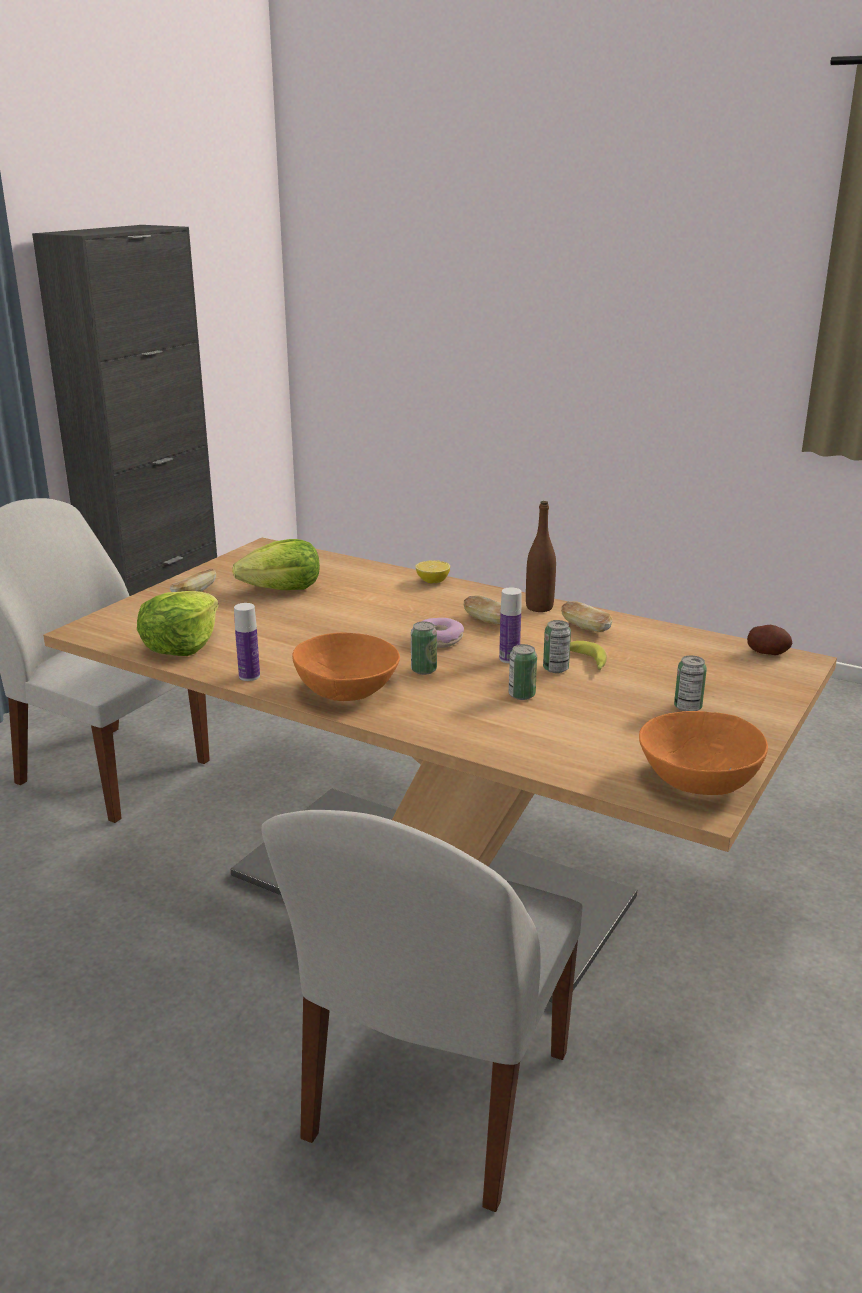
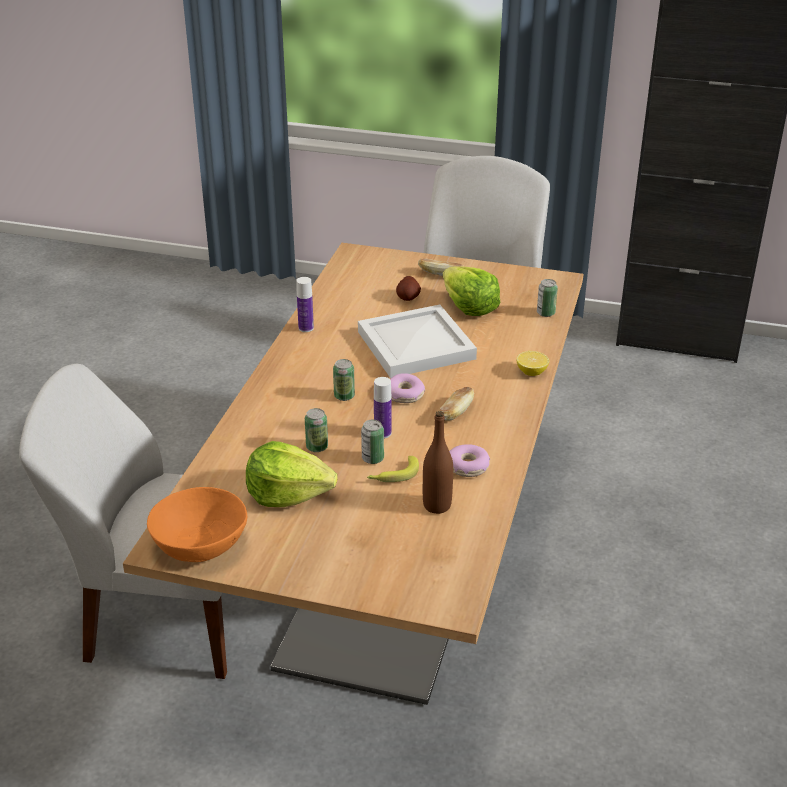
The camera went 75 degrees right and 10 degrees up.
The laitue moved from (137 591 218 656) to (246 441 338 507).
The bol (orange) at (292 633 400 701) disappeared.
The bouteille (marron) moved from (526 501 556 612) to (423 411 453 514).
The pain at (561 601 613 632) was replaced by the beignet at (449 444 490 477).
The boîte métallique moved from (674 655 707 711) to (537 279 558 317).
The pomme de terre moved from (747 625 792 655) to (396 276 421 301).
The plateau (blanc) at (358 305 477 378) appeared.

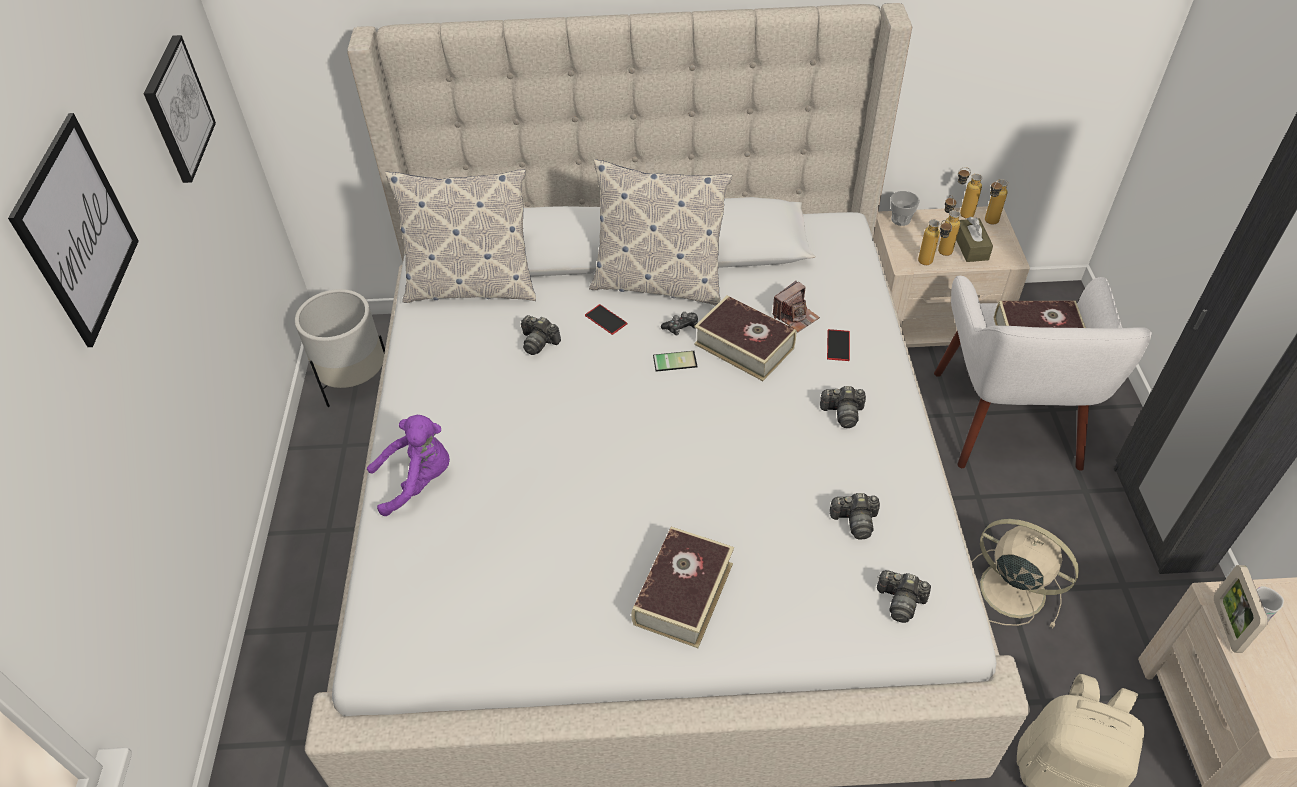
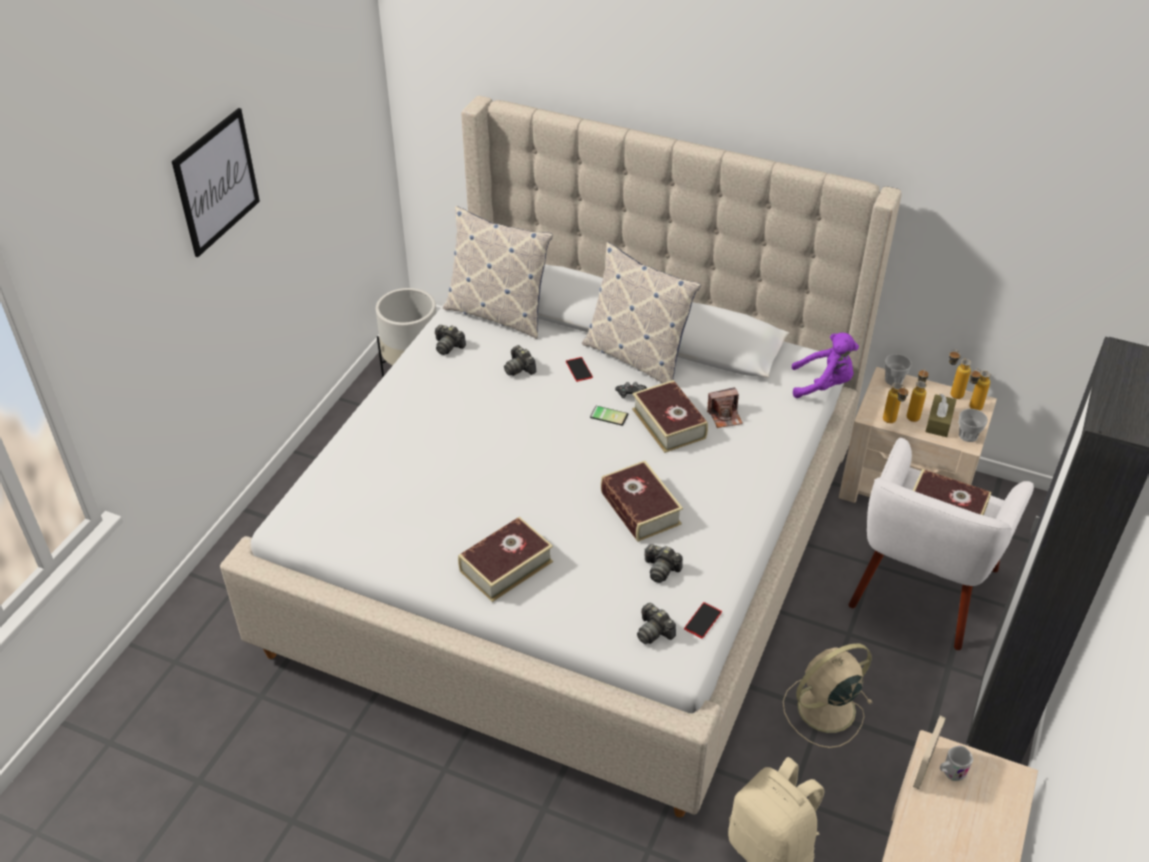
The camera went 25 degrees right and 5 degrees down.
The tableau at (143 35 216 183) disappeared.
The peluche (violet) moved from (367 415 450 516) to (791 333 859 398).
The appareil photo moved from (820 386 866 428) to (435 325 466 355).
The téléphone moved from (827 329 850 361) to (684 602 722 638).
The ventilateur (beige) at (972 519 1079 628) turned 90 degrees counterclockwise.
The livre at (601 461 683 542) appeared.
The tasse at (959 409 988 442) appeared.

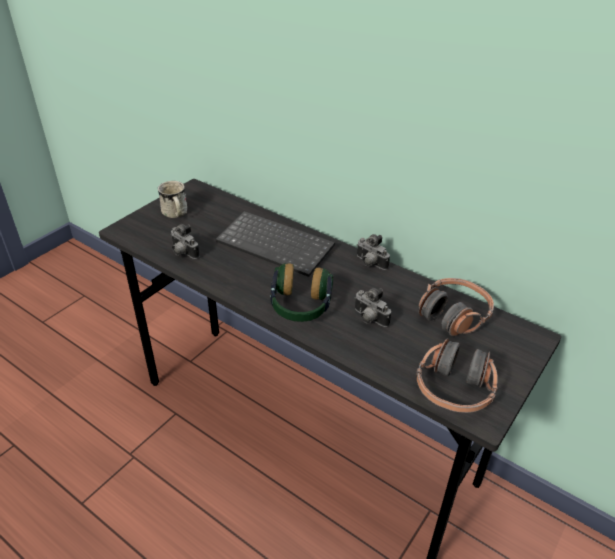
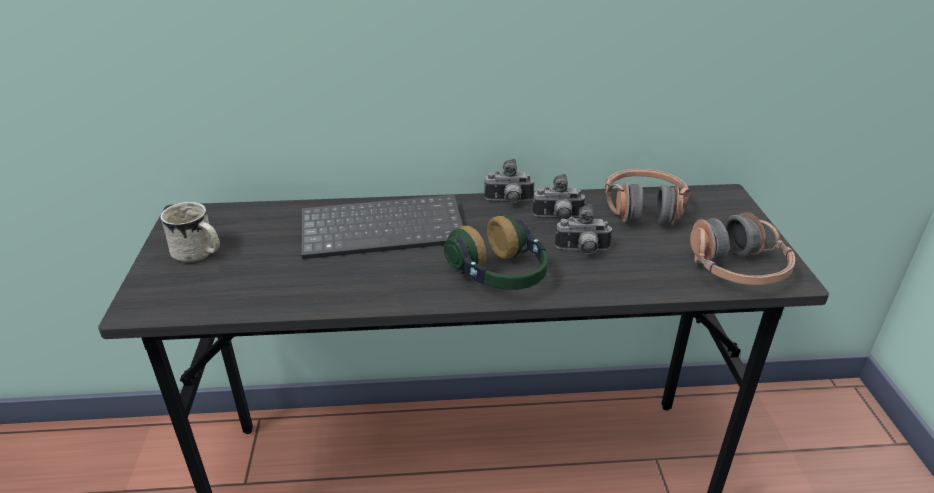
The camera went 40 degrees left and 5 degrees down.
The appareil photo moved from (171 224 200 259) to (533 174 586 220).

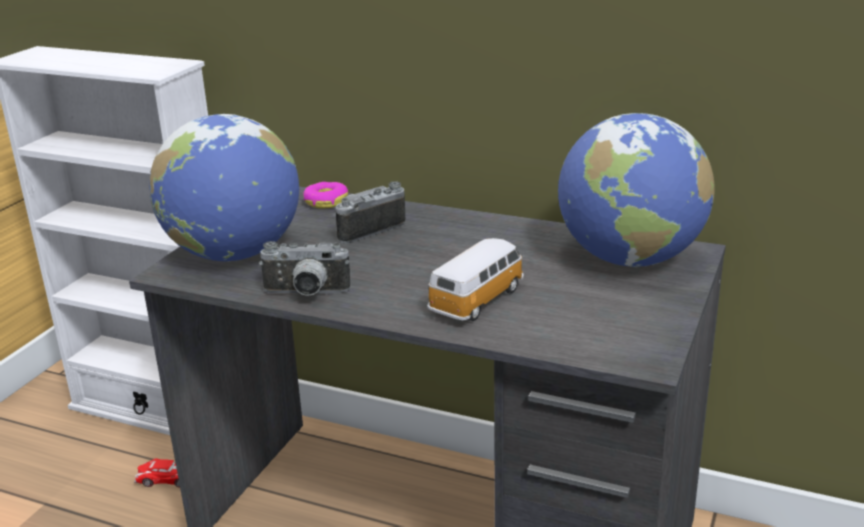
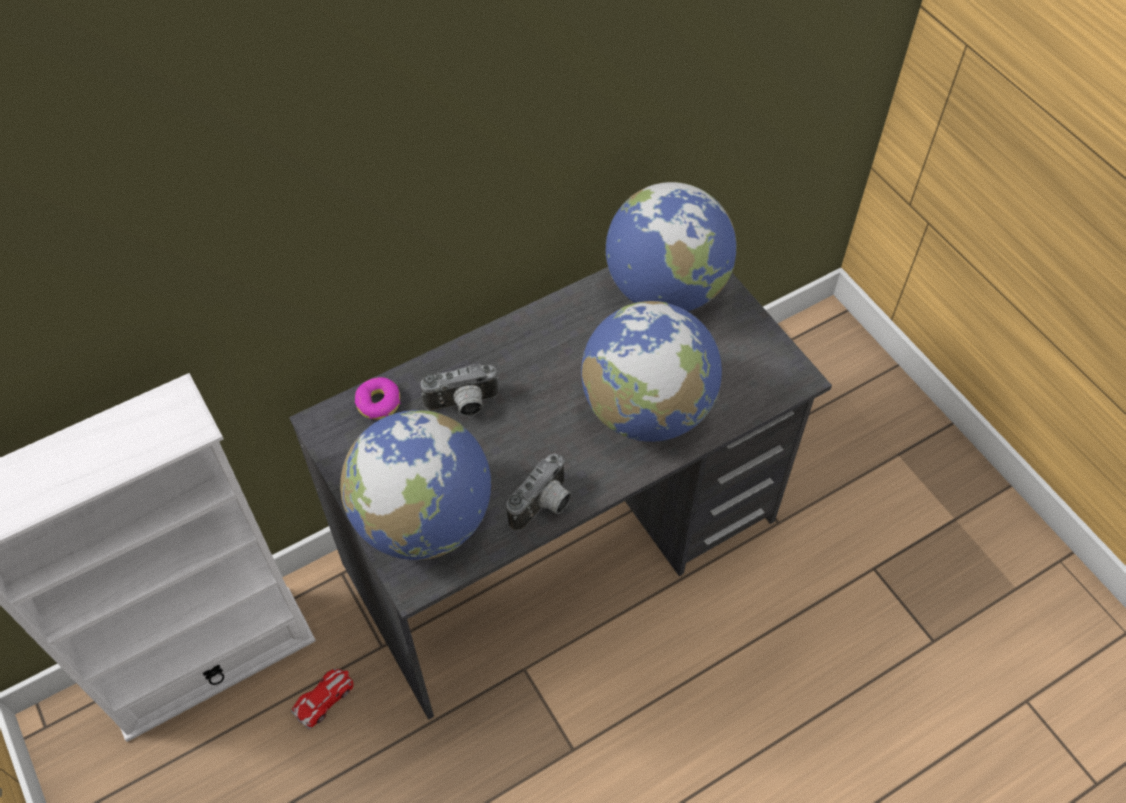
The camera went 55 degrees left and 30 degrees up.
The appareil photo at (333 181 405 244) turned 105 degrees counterclockwise.
The petite voiture at (427 238 524 321) was replaced by the globe at (581 301 722 442).

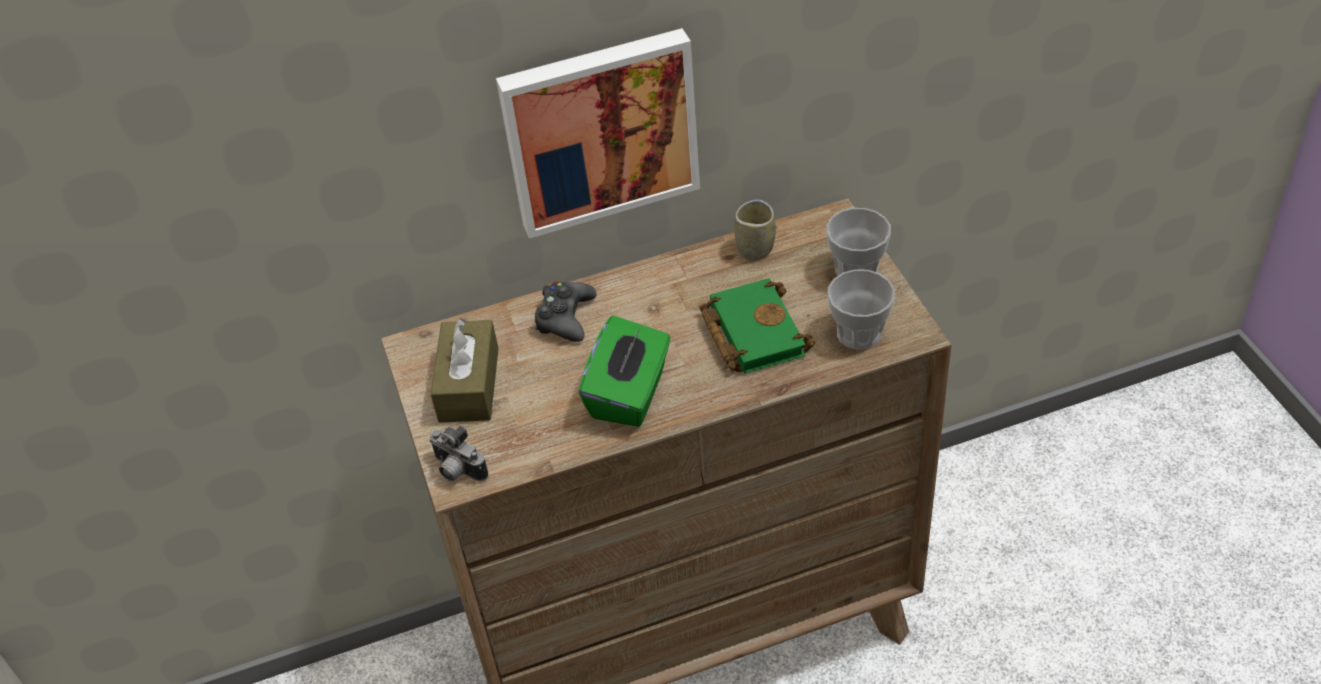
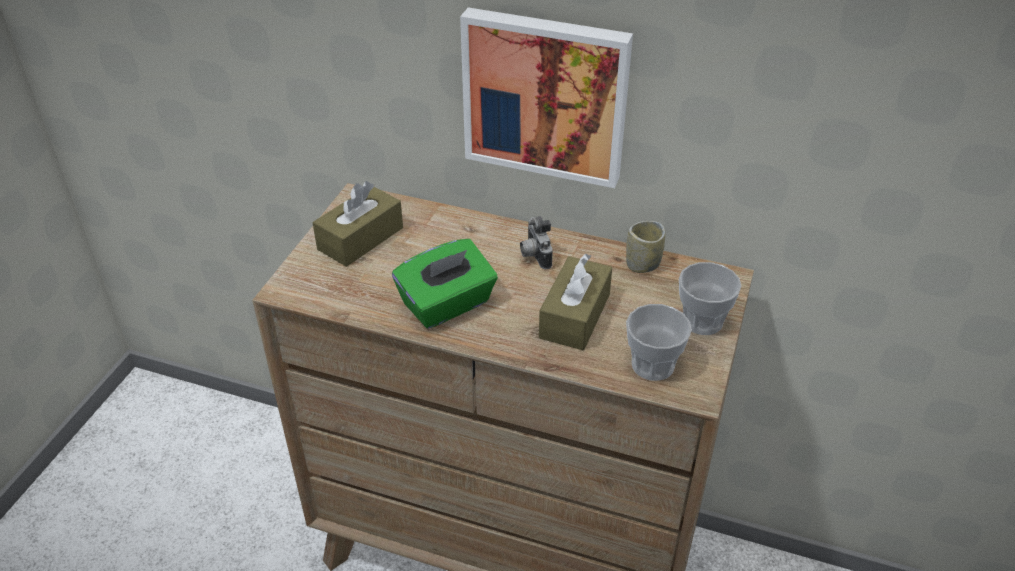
The camera went 35 degrees right and 5 degrees down.
The appareil photo moved from (430 426 489 482) to (520 216 553 269).
The manette (noir) at (535 281 597 342) disappeared.
The livre (vert) at (699 278 815 374) was replaced by the boîte à mouchoirs (marron) at (539 254 612 350).

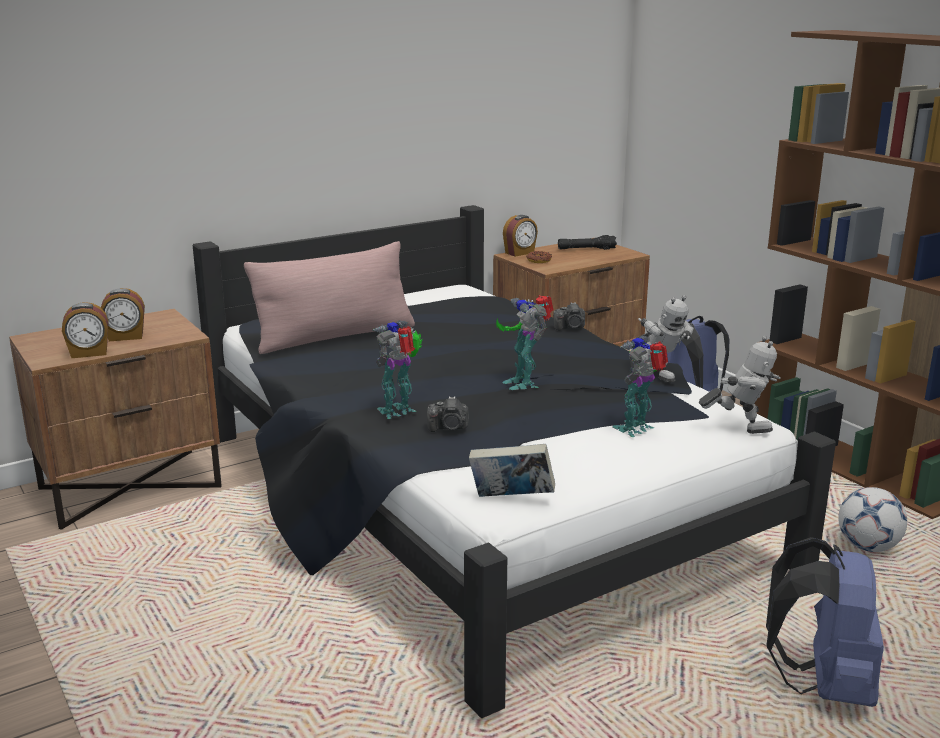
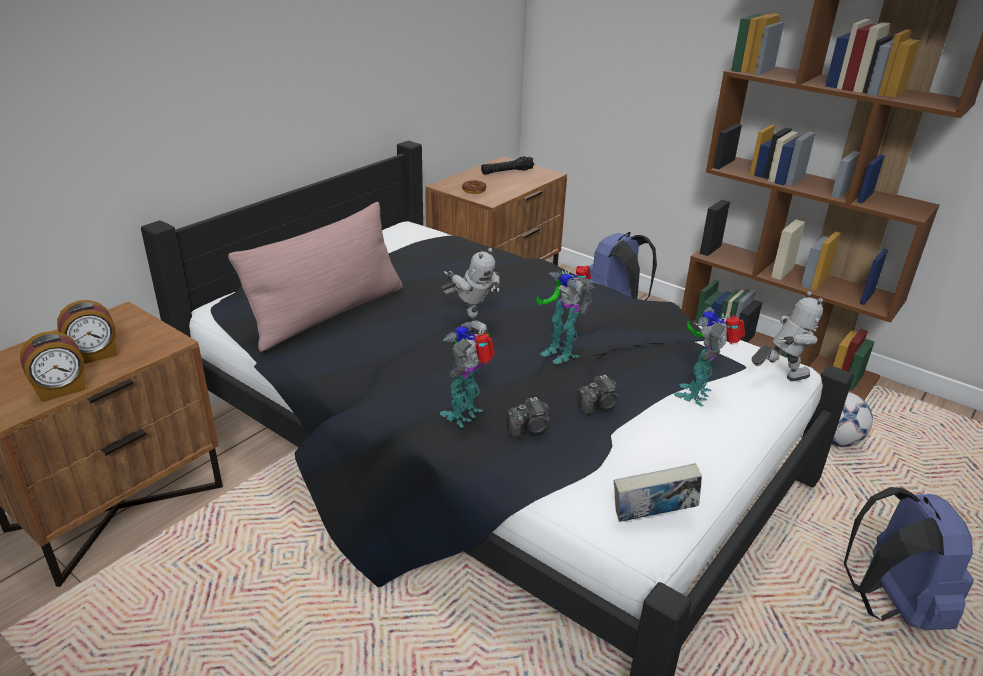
The camera went 20 degrees left and 10 degrees up.
The réveil at (503 215 538 257) disappeared.
The appareil photo moved from (553 302 585 331) to (577 375 619 415).
The robot jouet moved from (636 295 694 382) to (441 248 500 333).

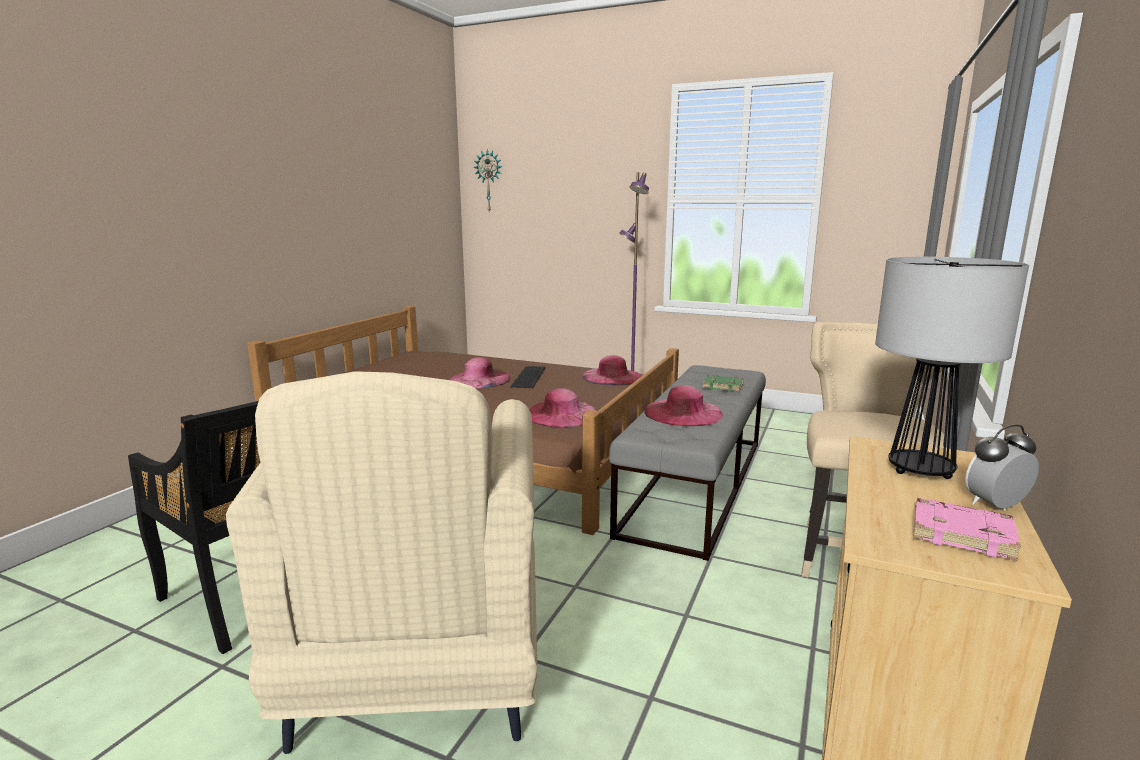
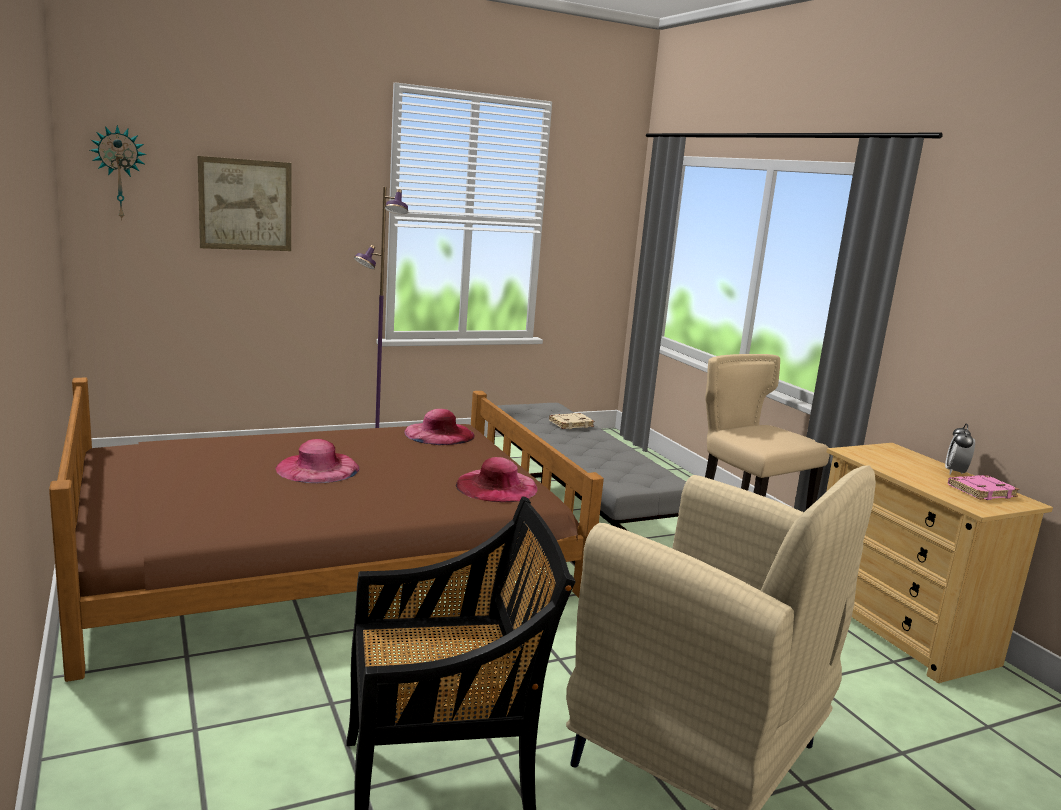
The camera went 50 degrees left and 0 degrees up.
The clavier at (511 366 546 388) disappeared.
The chapeau (rose) at (645 385 723 426) disappeared.
The livre (vert) at (702 375 743 392) became the livre (beige) at (549 413 594 429).
The lampe de table at (875 257 1029 479) disappeared.
The tableau at (197 156 291 251) appeared.

